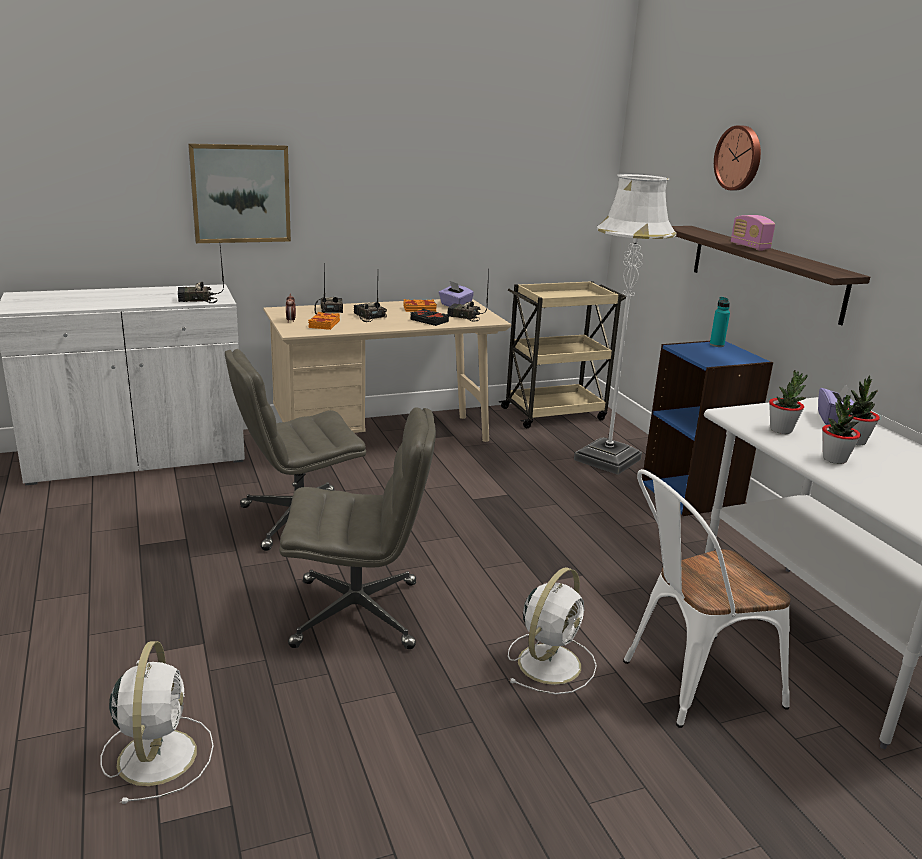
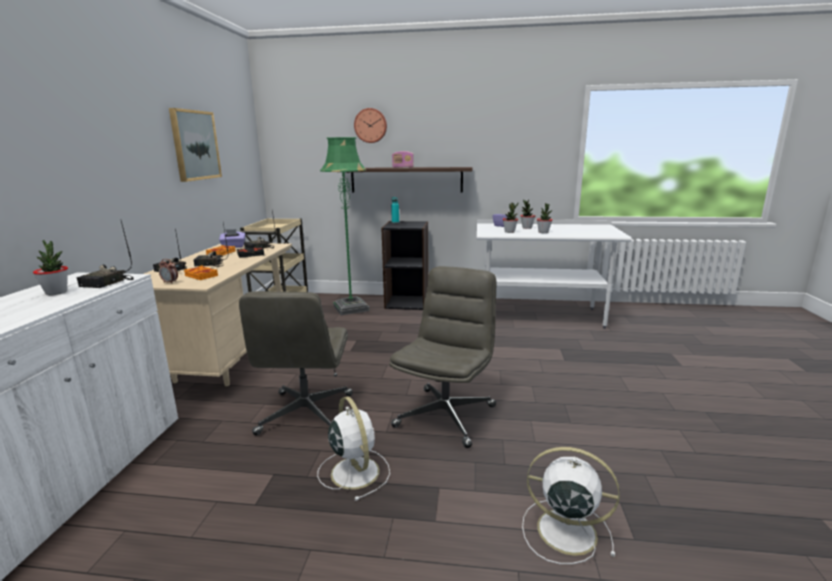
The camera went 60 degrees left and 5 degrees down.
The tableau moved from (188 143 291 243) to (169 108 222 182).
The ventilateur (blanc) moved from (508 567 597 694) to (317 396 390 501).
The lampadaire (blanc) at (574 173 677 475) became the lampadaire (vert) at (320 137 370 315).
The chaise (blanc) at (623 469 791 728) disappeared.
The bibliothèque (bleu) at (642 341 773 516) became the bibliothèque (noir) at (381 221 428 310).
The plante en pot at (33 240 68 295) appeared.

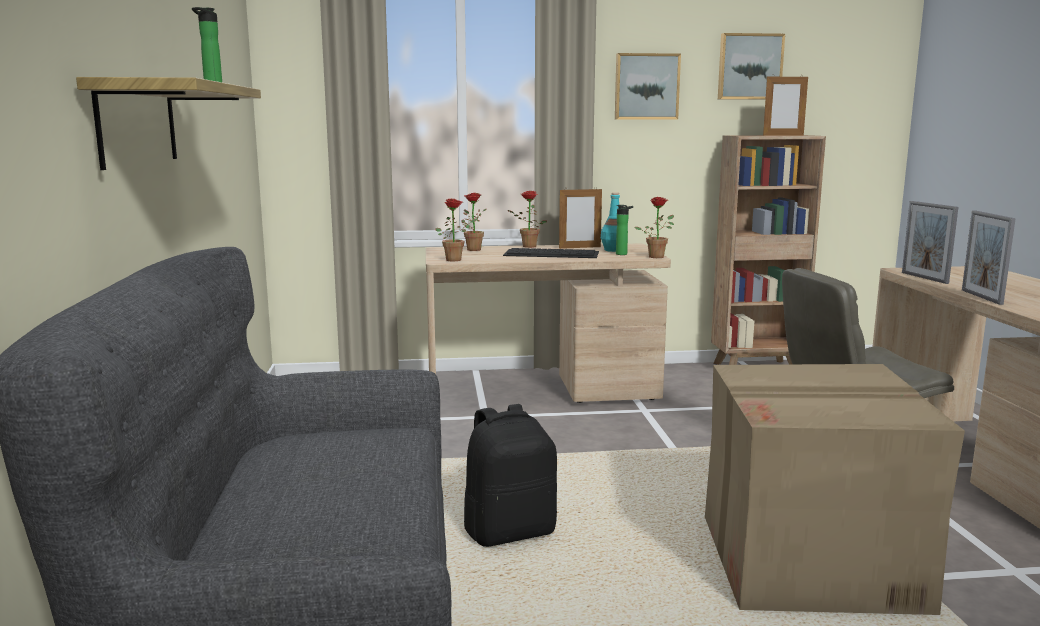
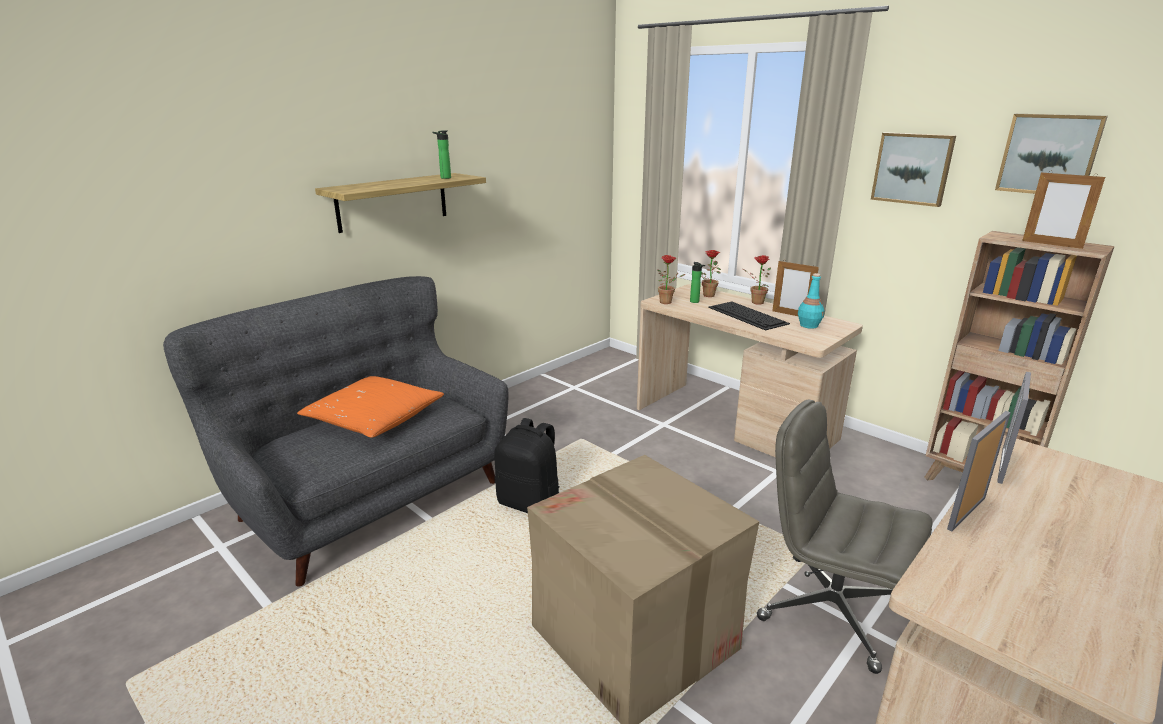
The camera went 50 degrees right and 10 degrees up.
The bouteille moved from (616 205 633 255) to (690 262 705 303).
The plante en pot at (635 197 674 258) disappeared.
The coussin (orange) at (297 376 444 438) appeared.

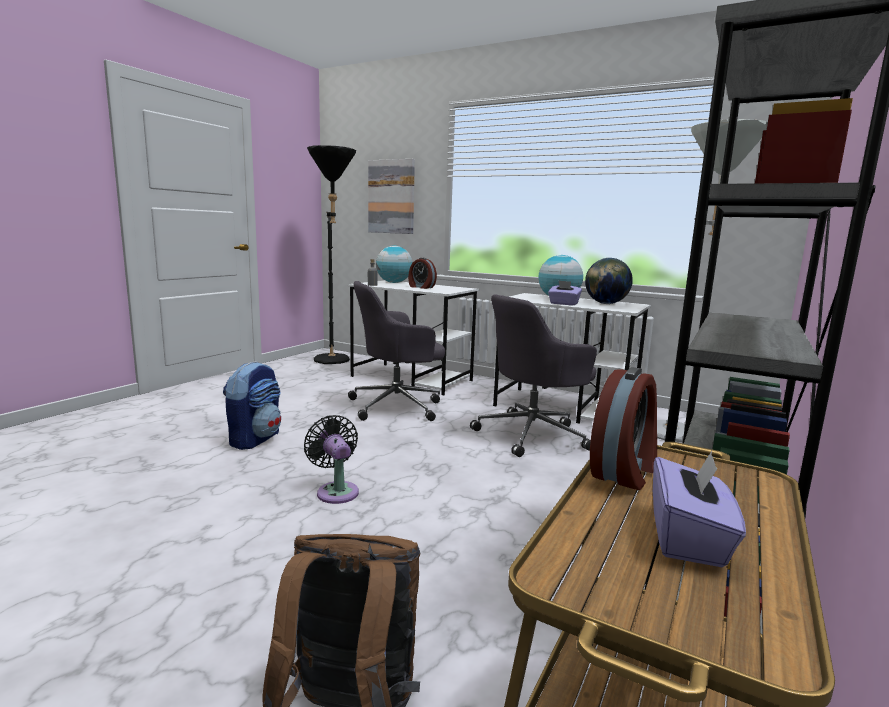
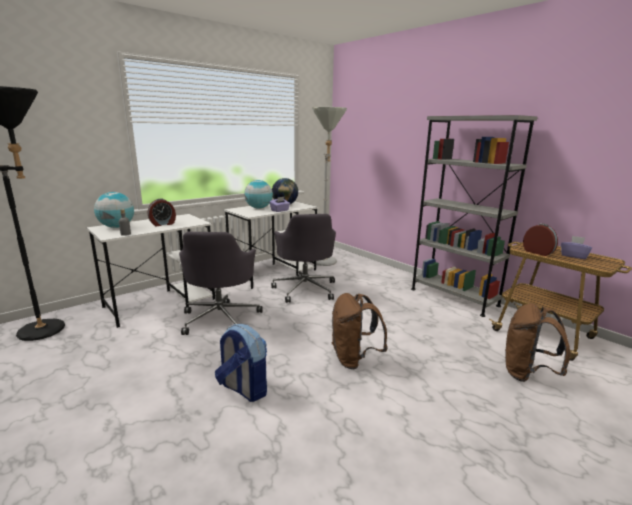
The camera went 70 degrees left and 5 degrees up.
The ventilateur (noir) at (304 415 359 504) was replaced by the sac à dos (marron) at (331 293 388 369).
The tableau at (368 159 415 234) disappeared.

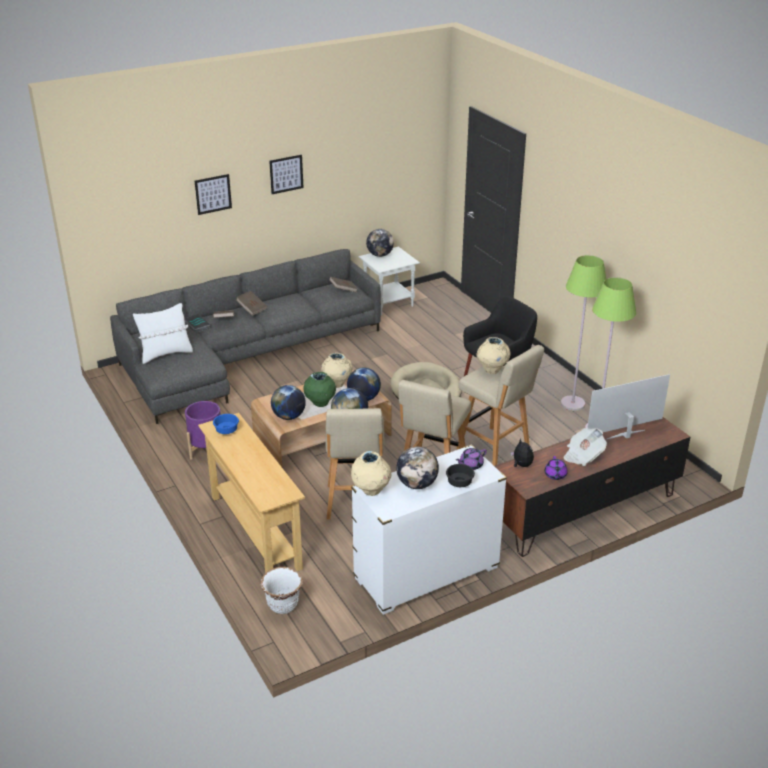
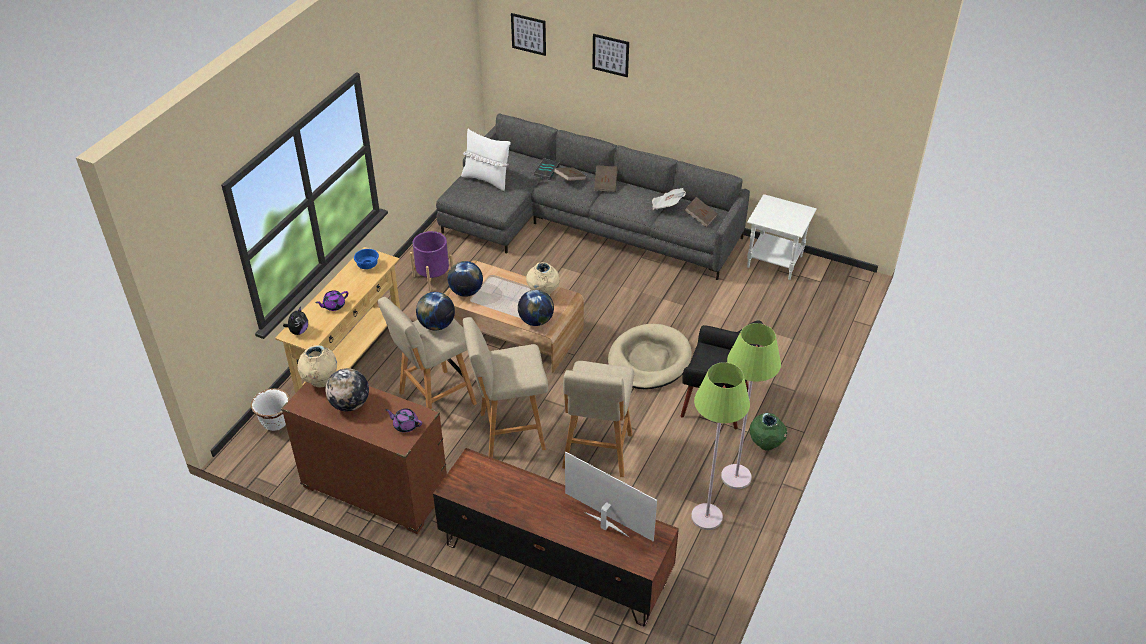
The camera went 55 degrees right and 10 degrees up.
The tableau moved from (269 155 304 194) to (511 13 546 56).
The vase (vert) moved from (303 372 336 407) to (750 413 787 451).
The commode (blanc) at (351 444 507 615) became the commode (marron) at (281 382 447 534).
The globe at (366 229 394 257) disappeared.
The bol (noir) at (446 464 475 487) disappeared.
The vase (beige) at (476 337 511 374) disappeared.
The peluche moved from (510 438 534 467) to (283 306 308 335).
The théière (violet) moved from (544 456 568 480) to (315 290 348 311).
The journal moved from (563 428 607 466) to (652 188 686 210).

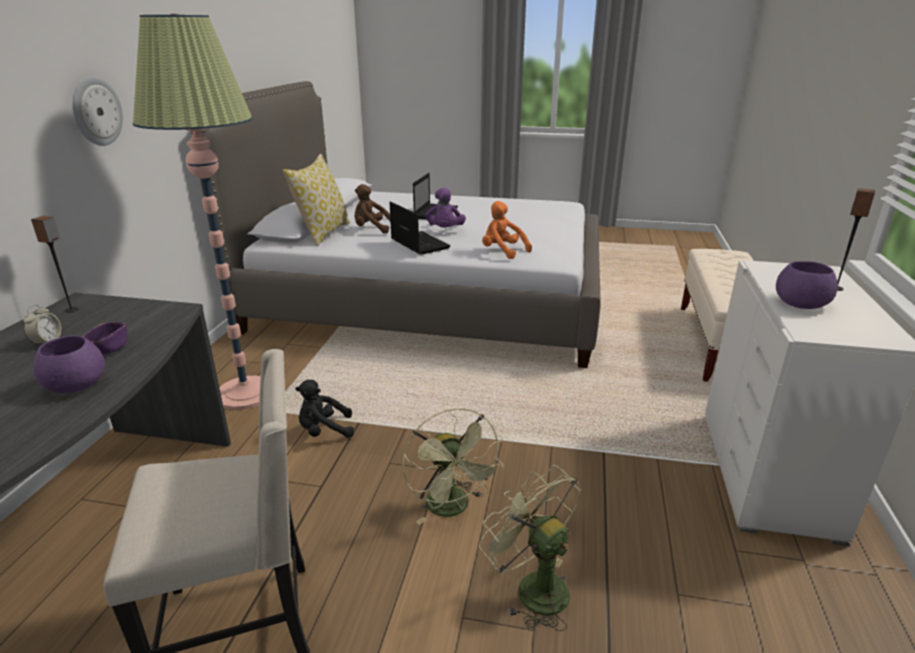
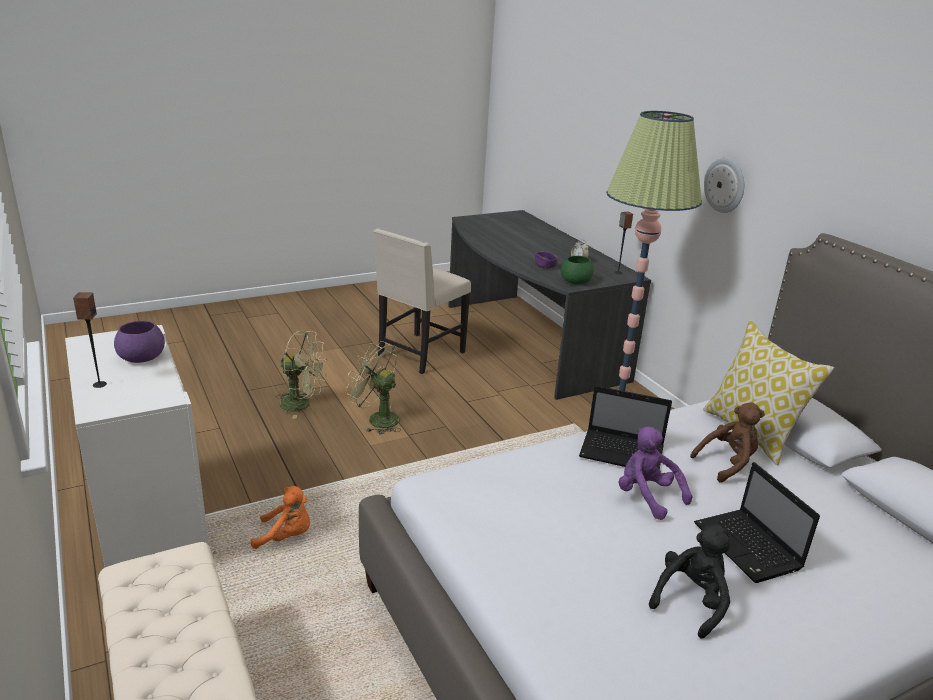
The camera went 140 degrees right and 0 degrees up.
The bol (violet) at (33 336 105 393) disappeared.
The peluche (noir) moved from (295 380 354 438) to (649 523 730 639).
The peluche (orange) moved from (482 201 532 259) to (251 486 310 549).
The bol (vert) at (561 256 593 285) appeared.

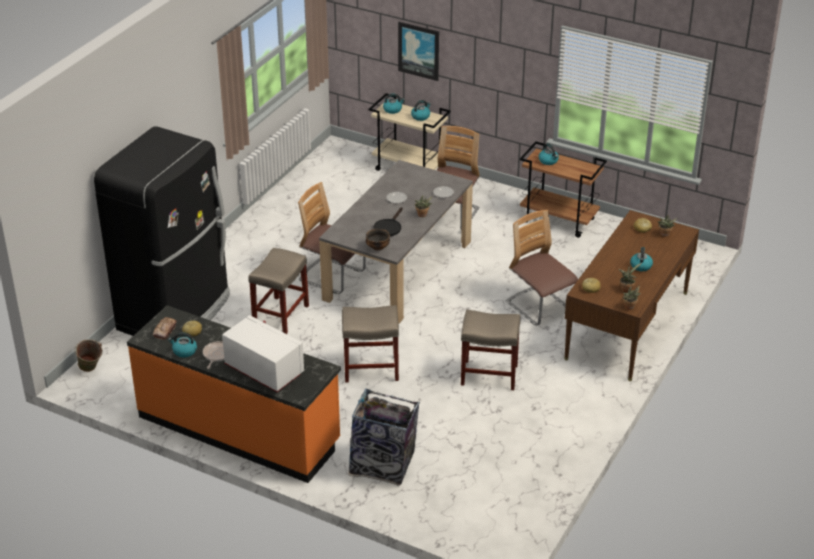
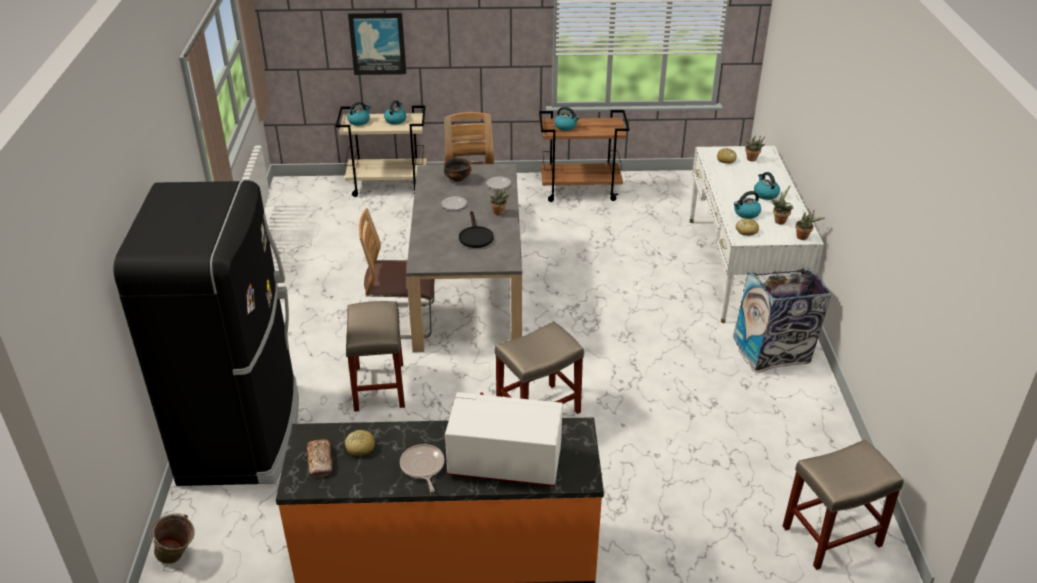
The camera went 30 degrees left and 0 degrees up.
The bouilloire moved from (168 332 197 357) to (734 191 761 219).
The poubelle moved from (348 388 420 485) to (733 267 831 373).
The bol moved from (366 229 390 251) to (444 157 471 182).
The tabouret (beige) moved from (461 310 521 390) to (783 439 904 570).
The chaise at (505 210 578 326) disappeared.
The bureau (marron) at (564 210 699 381) became the bureau (blanc) at (690 146 824 323).

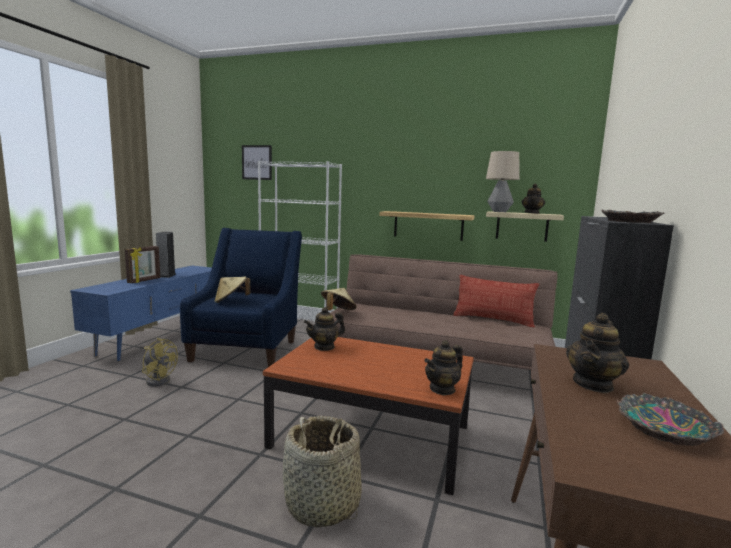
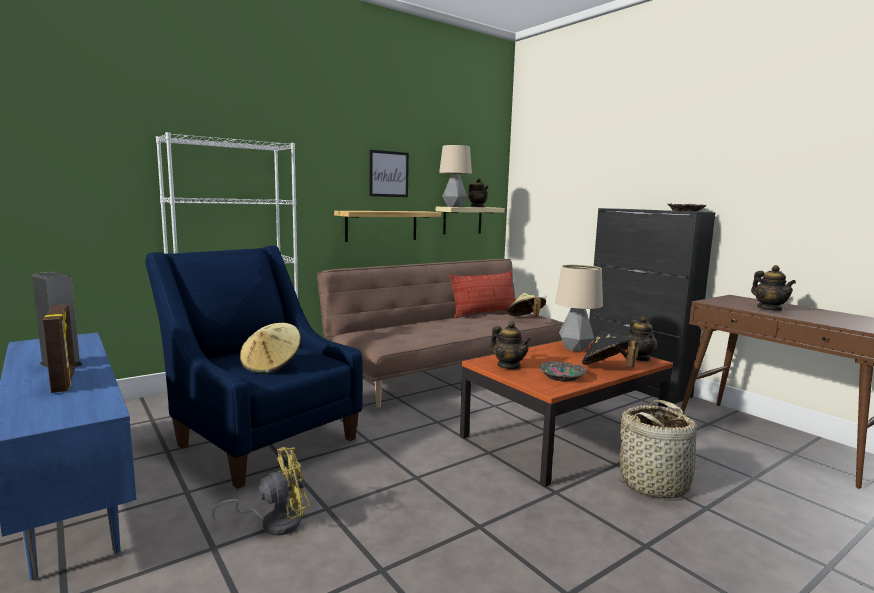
The camera went 55 degrees left and 0 degrees up.
The tableau moved from (242 145 272 180) to (369 150 409 197).
The théière at (304 307 345 351) turned 45 degrees counterclockwise.
The chapeau (beige) moved from (321 288 356 310) to (507 293 546 317).
The bol moved from (616 393 724 446) to (539 361 586 382).
The lampe de table at (555 265 603 352) appeared.
The chapeau (noir) at (582 331 639 367) appeared.

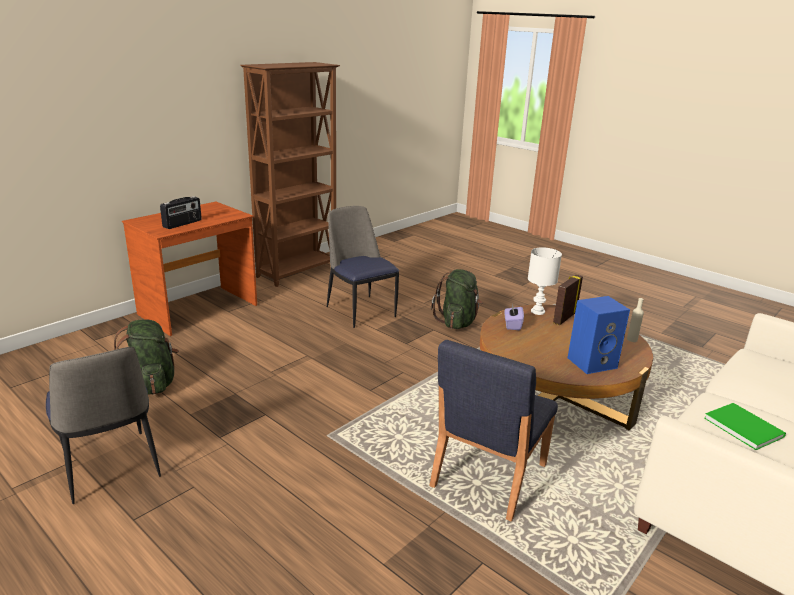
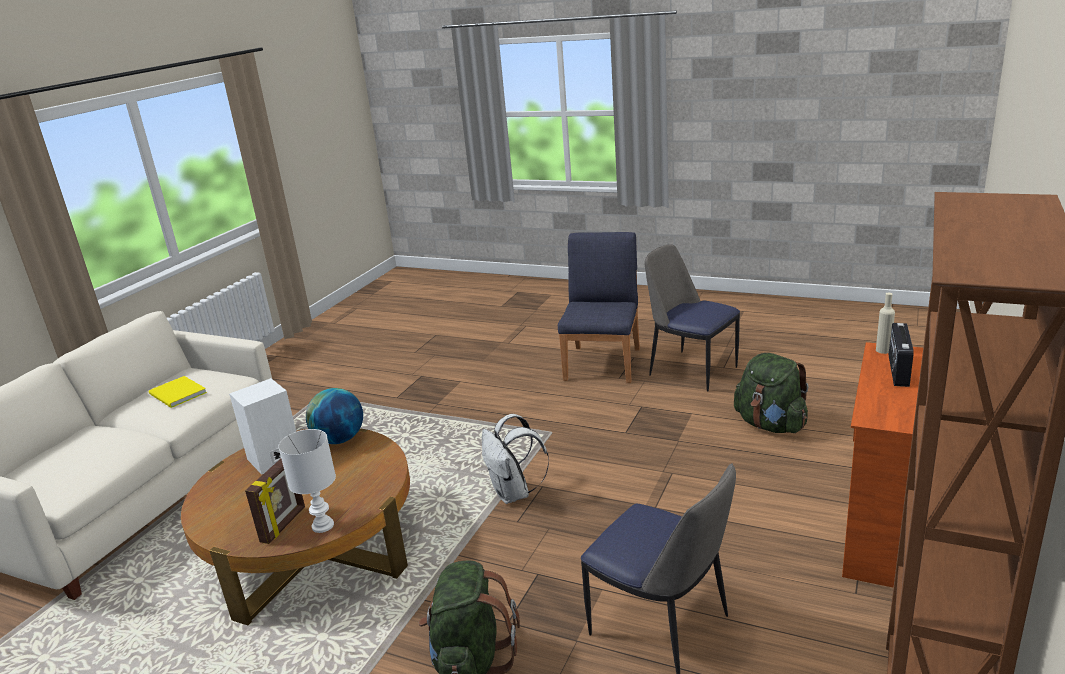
The camera went 165 degrees right and 0 degrees up.
The chaise (bleu) moved from (429 340 558 522) to (558 232 640 383).
The boîte à mouchoirs (violet) at (505 303 524 330) disappeared.
The enceinte (bleu) at (568 296 630 374) became the enceinte (blanc) at (229 378 296 474).
The bouteille (beige) moved from (627 298 644 342) to (876 293 895 354).
The livre (vert) at (704 403 786 450) became the livre (jaune) at (149 376 207 408).
The globe at (306 388 363 444) appeared.
The sac à dos (blanc) at (482 414 549 504) appeared.

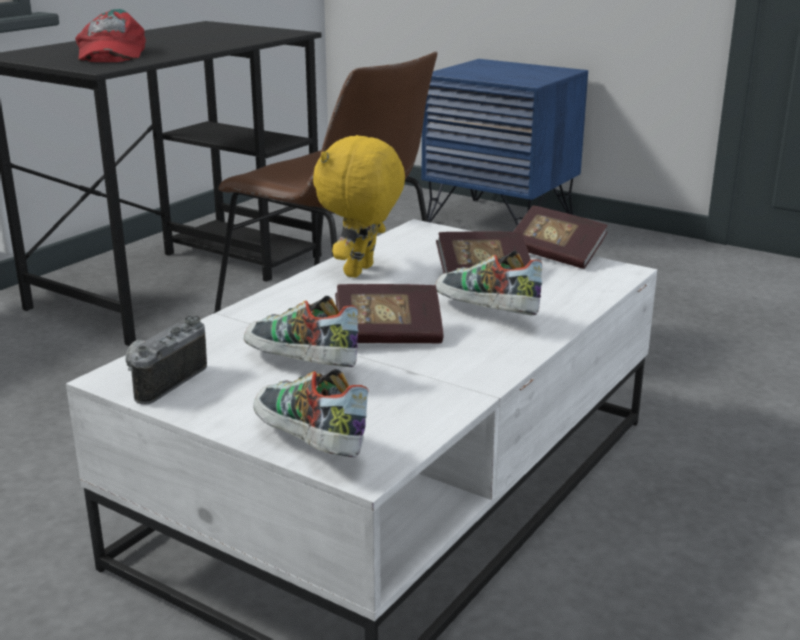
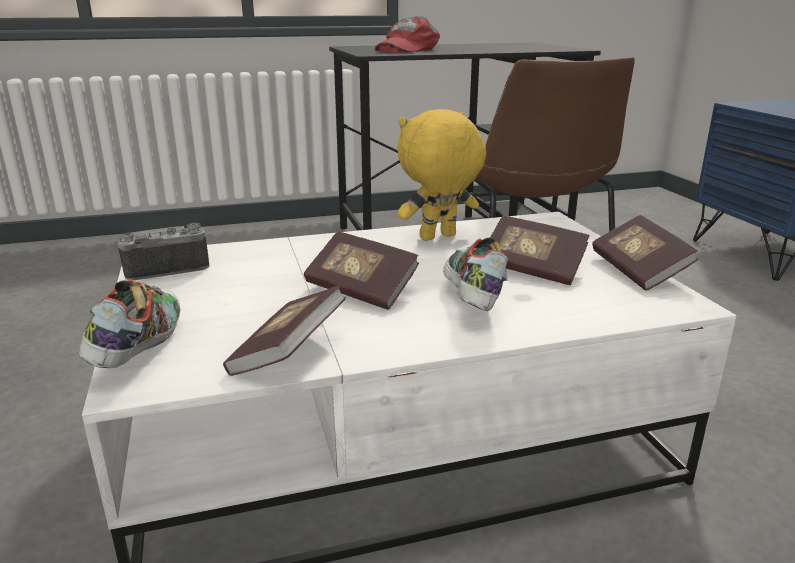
The camera went 40 degrees right and 0 degrees up.
The chaussure at (244 296 359 367) disappeared.
The livre at (223 286 346 376) appeared.

